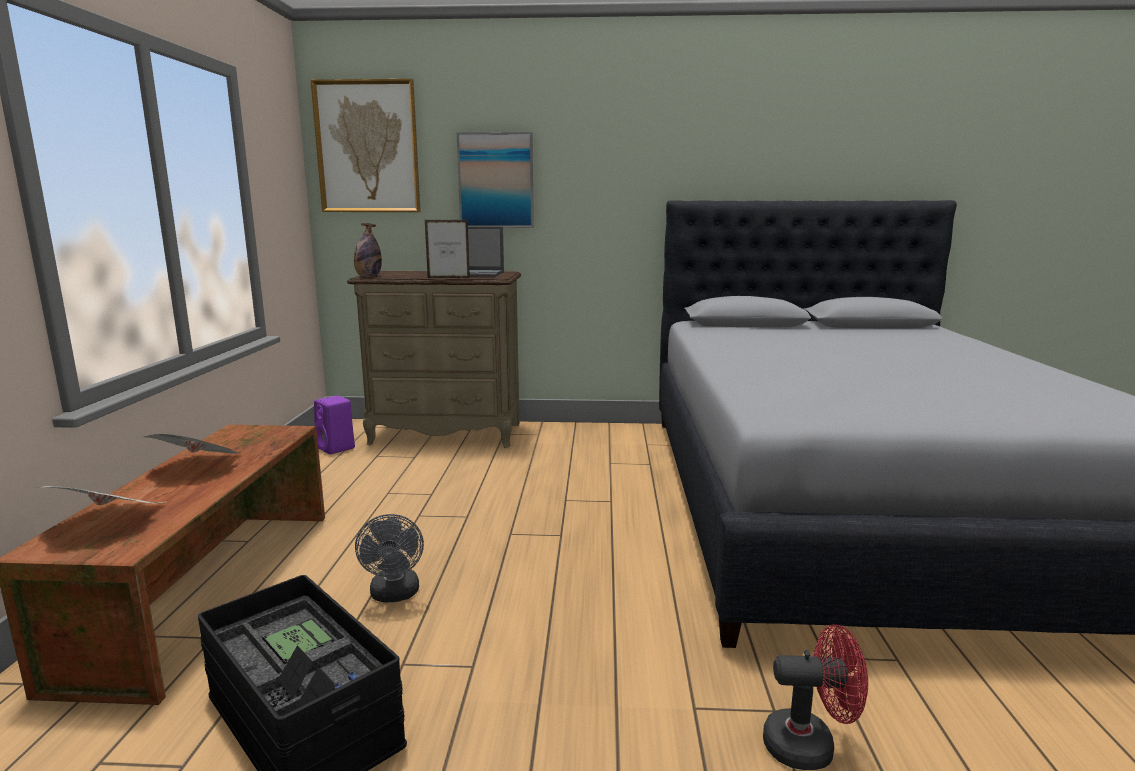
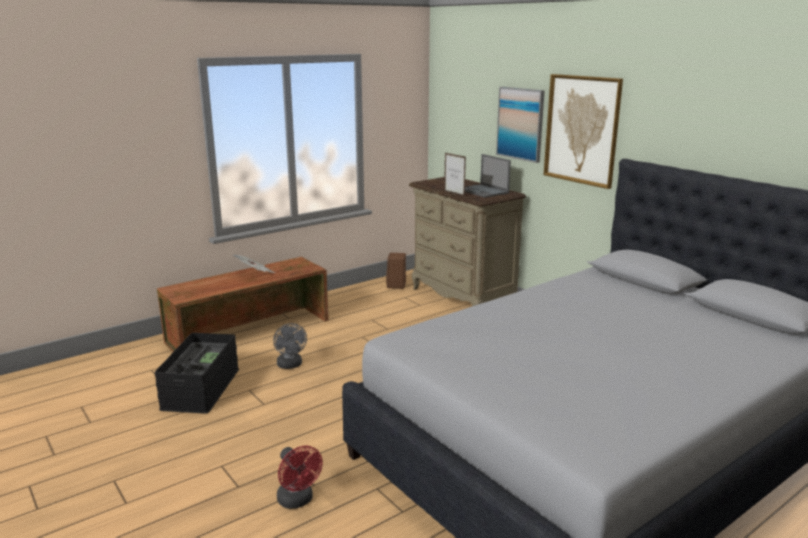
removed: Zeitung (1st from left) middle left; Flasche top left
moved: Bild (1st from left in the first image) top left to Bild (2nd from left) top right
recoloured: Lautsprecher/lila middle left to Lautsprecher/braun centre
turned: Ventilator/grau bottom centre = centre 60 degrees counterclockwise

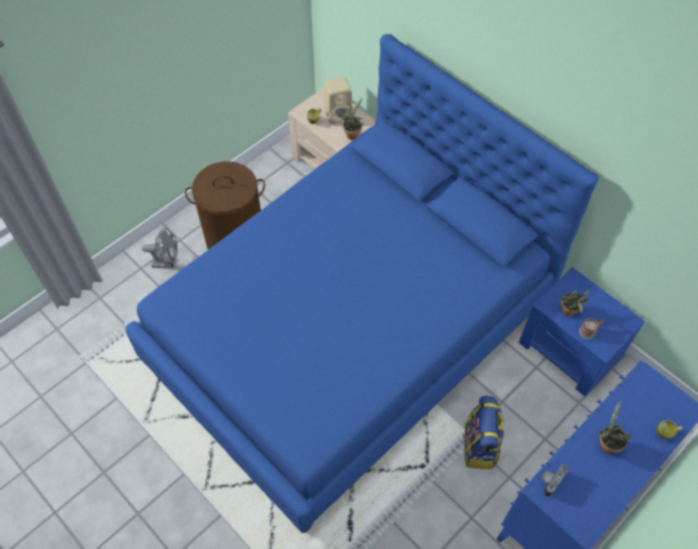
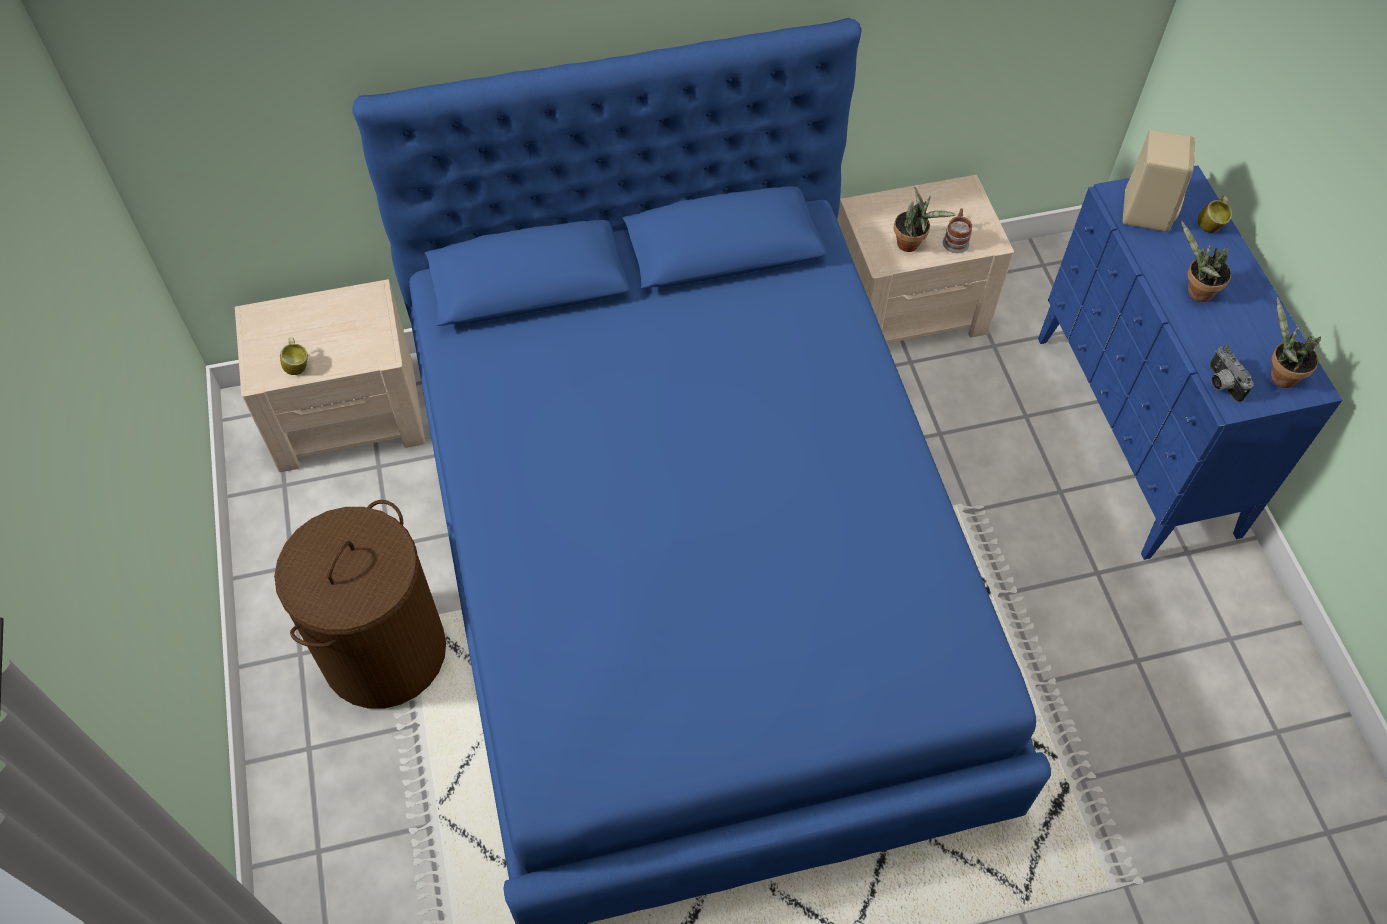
removed: Ventilator/grau middle left; Rucksack bottom right
moved: Lautsprecher/beige top centre to top right; Topfpflanze (1st from left in the first image) top centre to Topfpflanze (3rd from left) middle right
recoloured: Nachttisch/blau middle right to Nachttisch/beige (2nd from left) top right

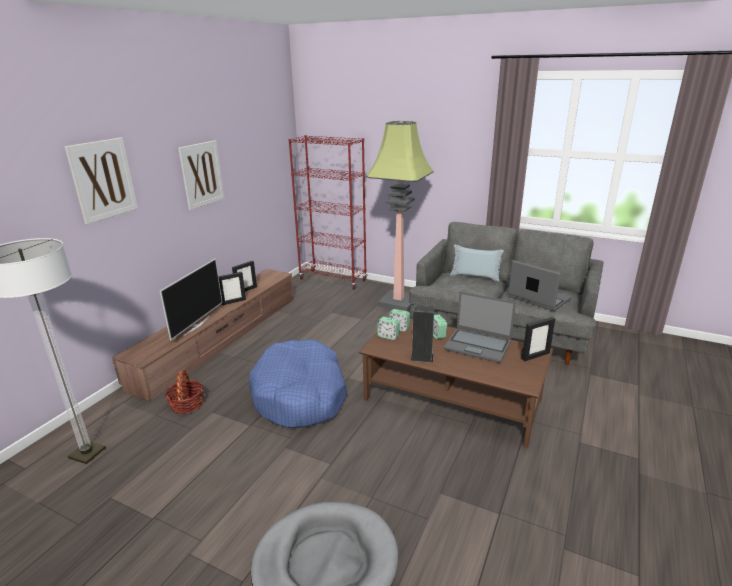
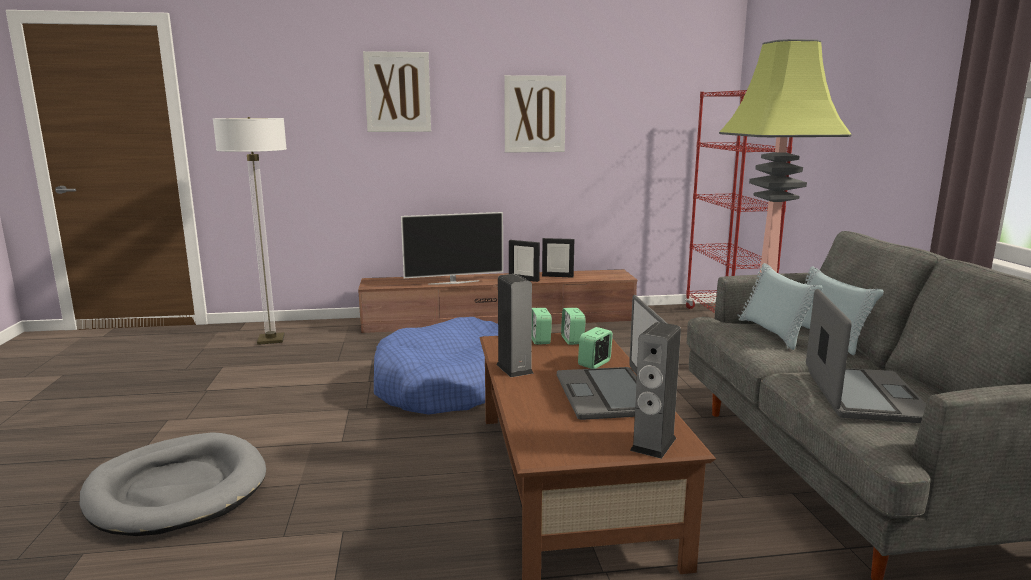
removed: Korb bottom left
added: Kissen/blau (1st from left) middle right
replaced: Bilderrahmen (3rd from left) middle right to Lautsprecher (2nd from left) bottom centre

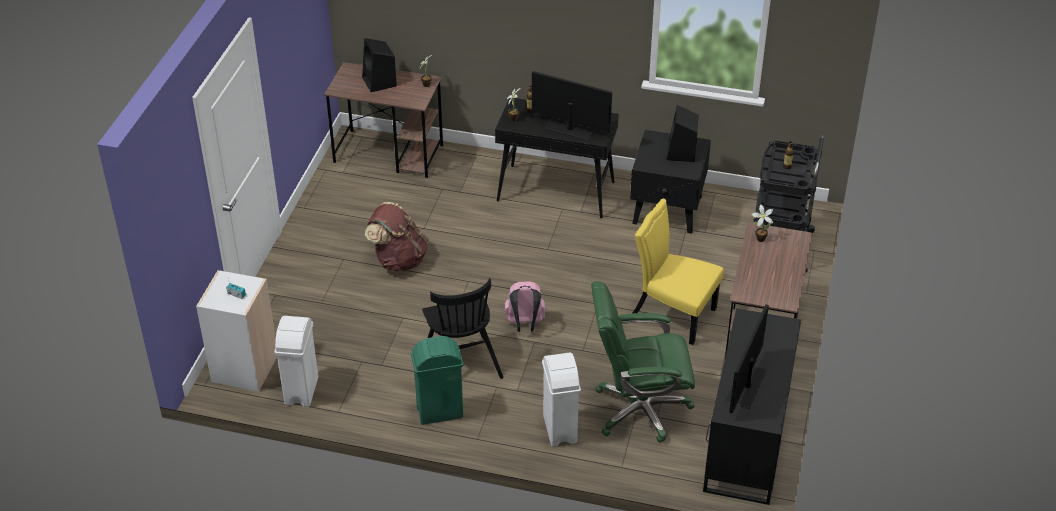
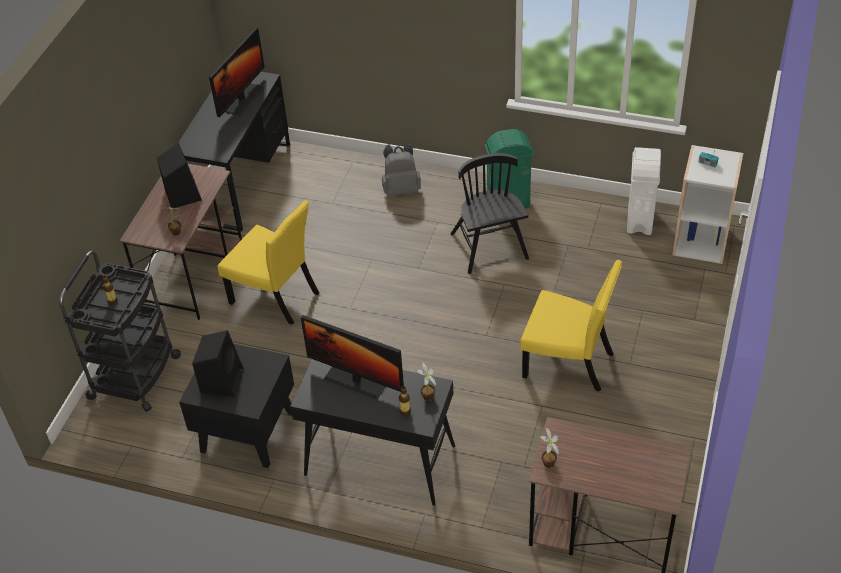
removed: Rucksack/rosa centre; Bürostuhl/grün bottom centre
moved: Lautsprecher/schwarz (1st from left) top centre to top left
replaced: Rucksack/braun centre to Stuhl/gelb (2nd from left) middle right; Mülleimer/weiß (2nd from left) bottom centre to Rucksack/grau top centre

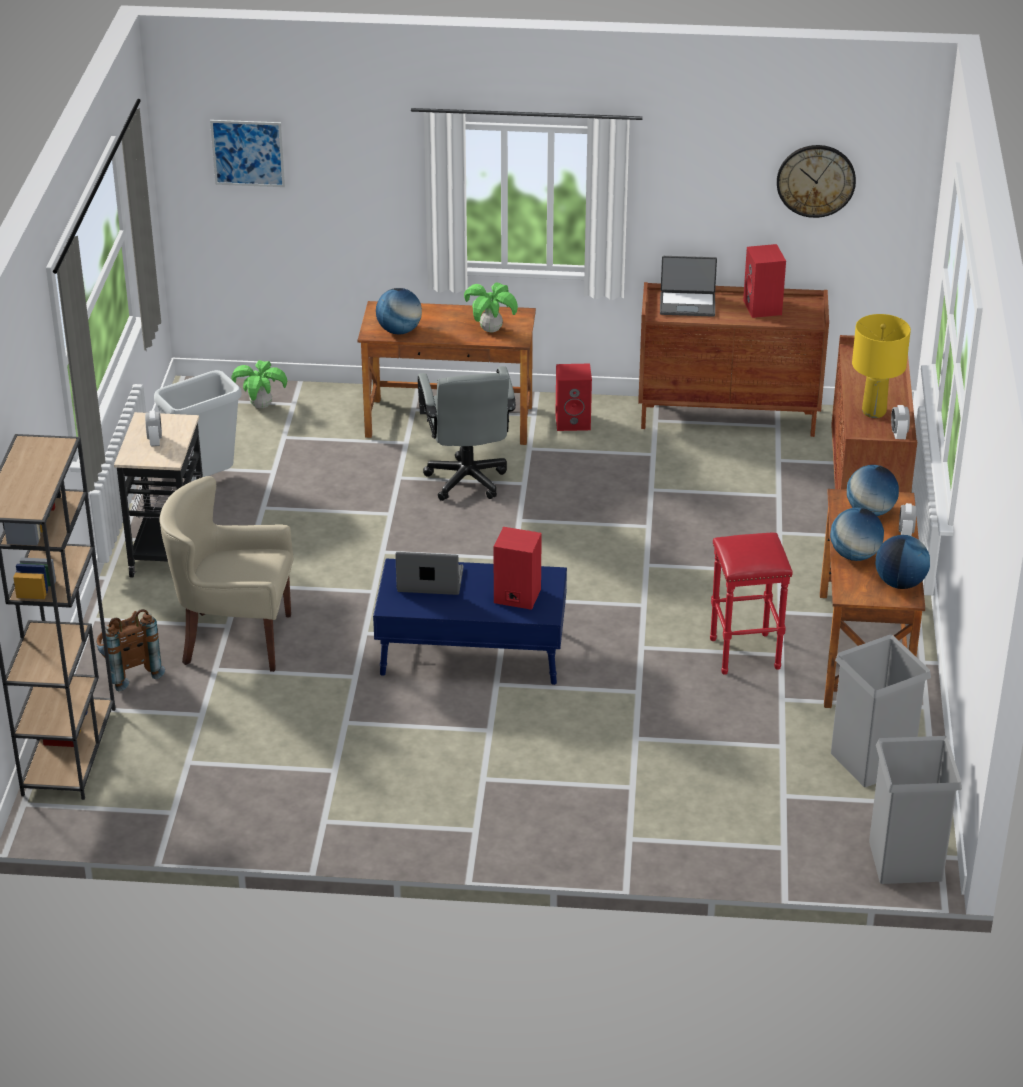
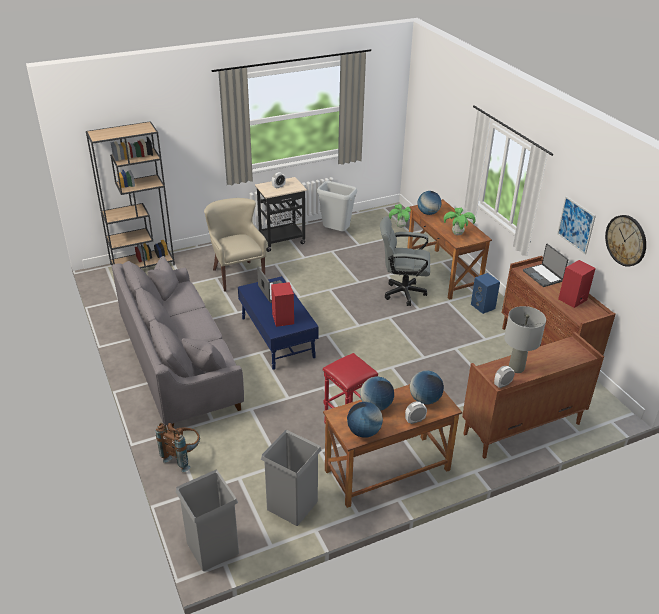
added: Sofa/grau middle left
moved: Rucksack/braun middle left to bottom left; Bild top left to middle right
recoloured: Lautsprecher/rot (2nd from left) centre to Lautsprecher/blau middle right; Tischlampe/gelb middle right to Tischlampe/grau middle right
turned: Bürostuhl/grau centre = centre 45 degrees clockwise

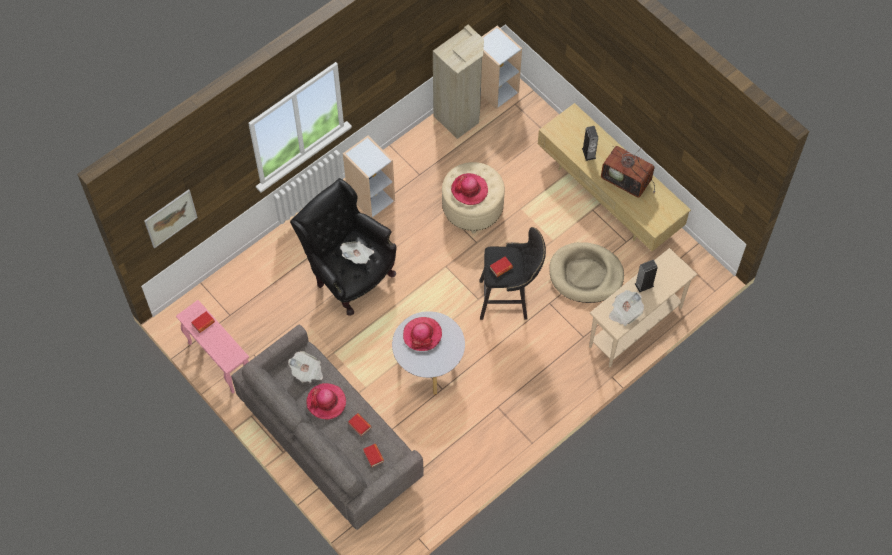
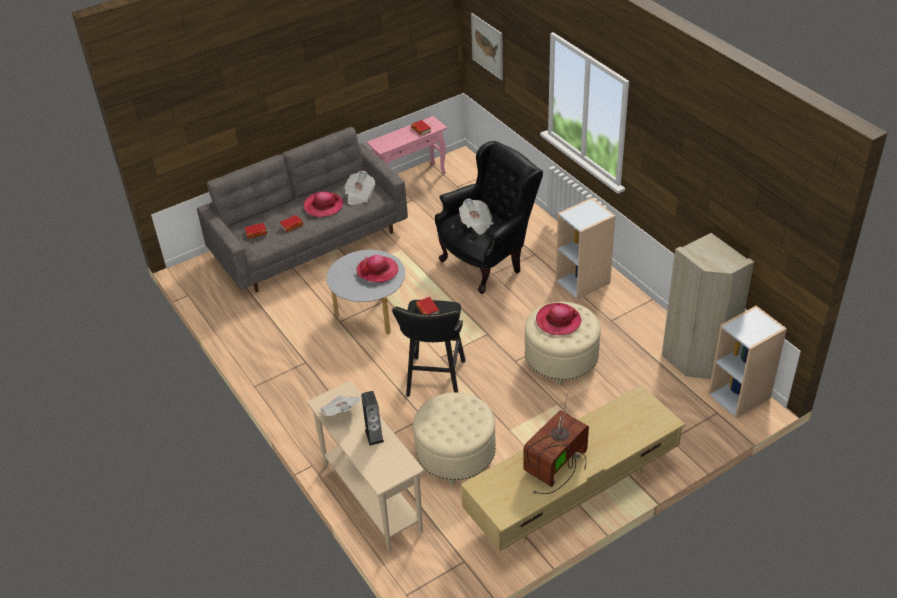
removed: Lautsprecher (1st from left) top centre
replaced: Hundebett/beige centre to Polsterhocker/beige (1st from left) bottom centre

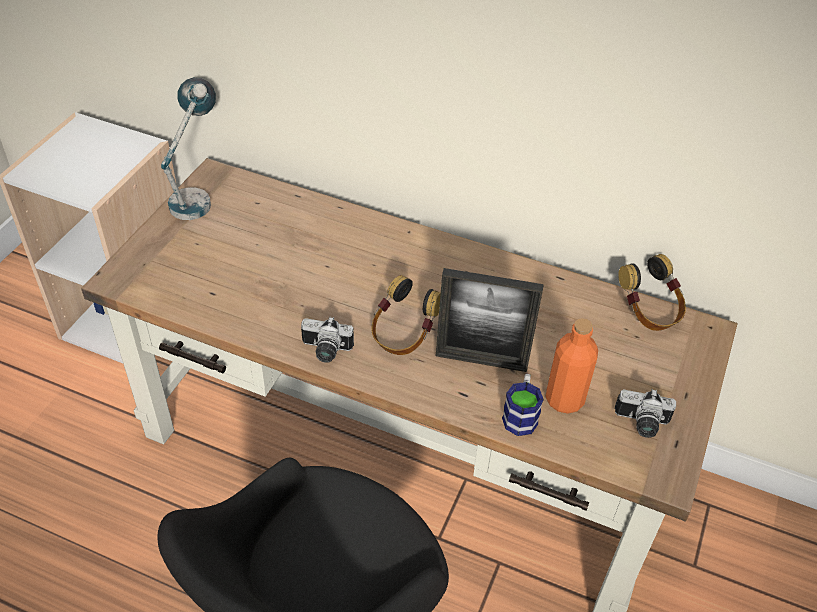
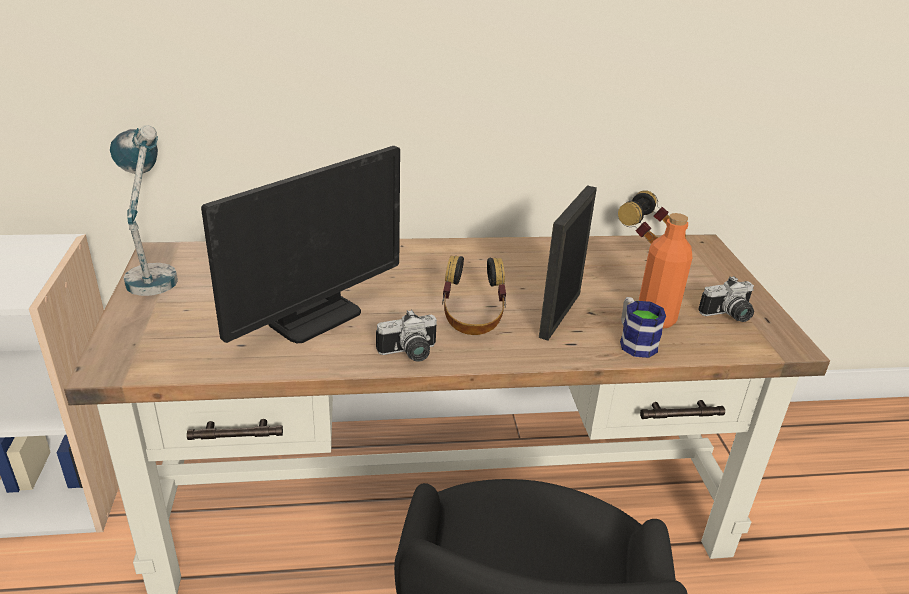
added: Monitor middle left
turned: Bilderrahmen centre = centre 135 degrees clockwise

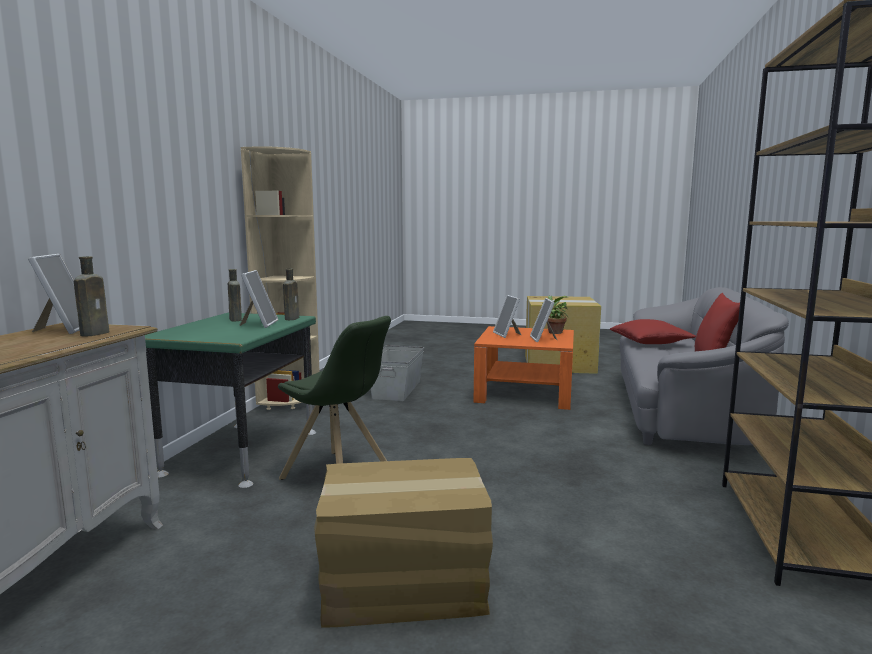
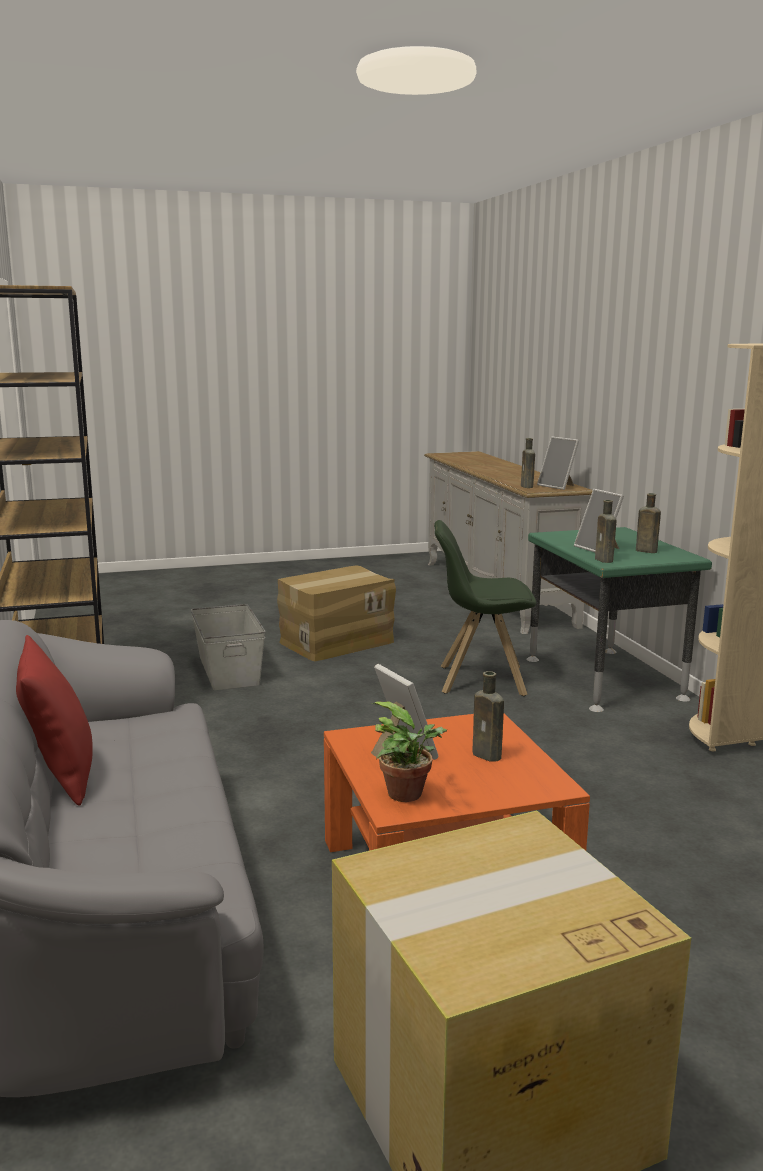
removed: Kissen/rot (1st from left) middle right
moved: Aufbewahrungsbox/grau centre to middle left
replaced: Bilderrahmen (3rd from left) centre to Flasche/braun (1st from left) centre

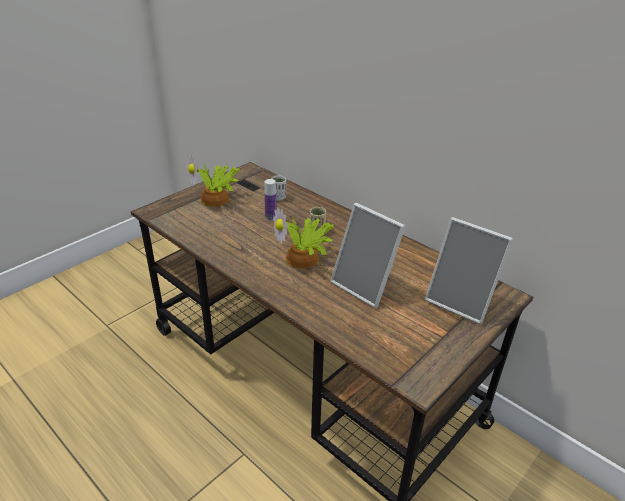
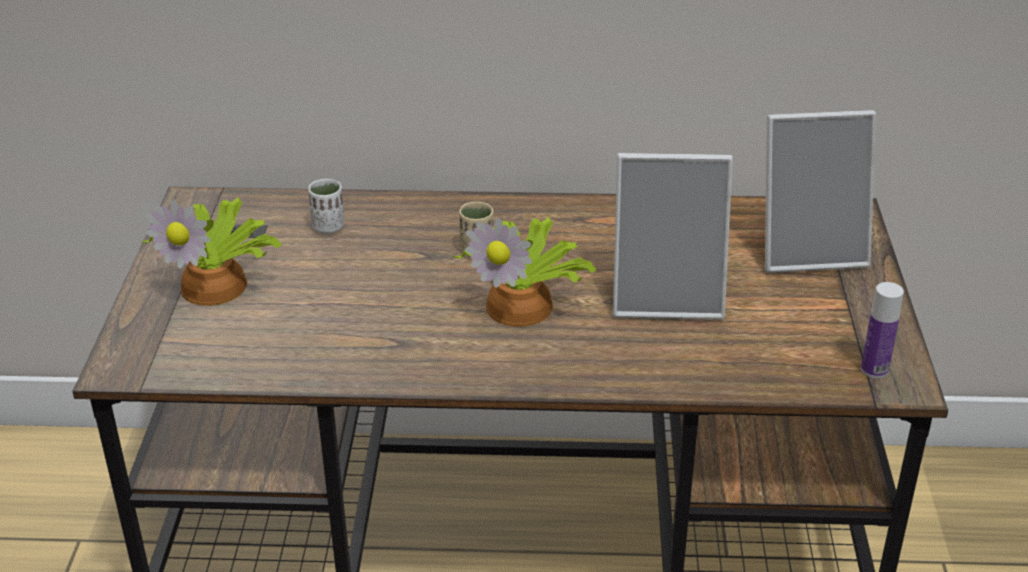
moved: Flasche centre to middle right

